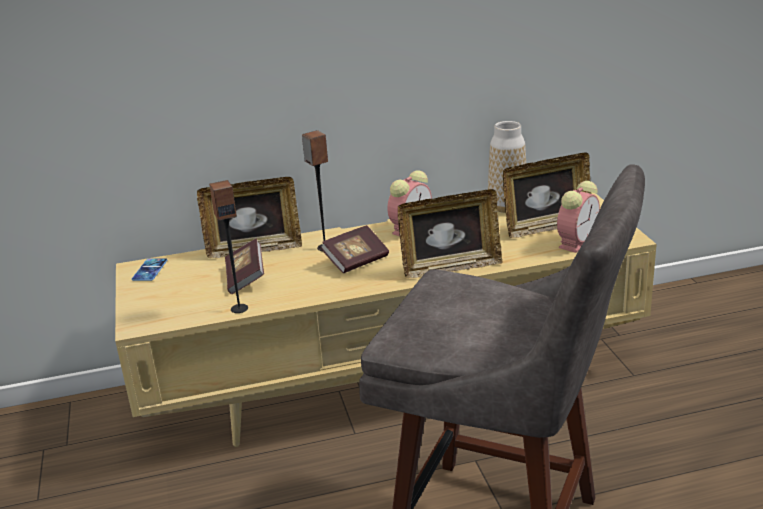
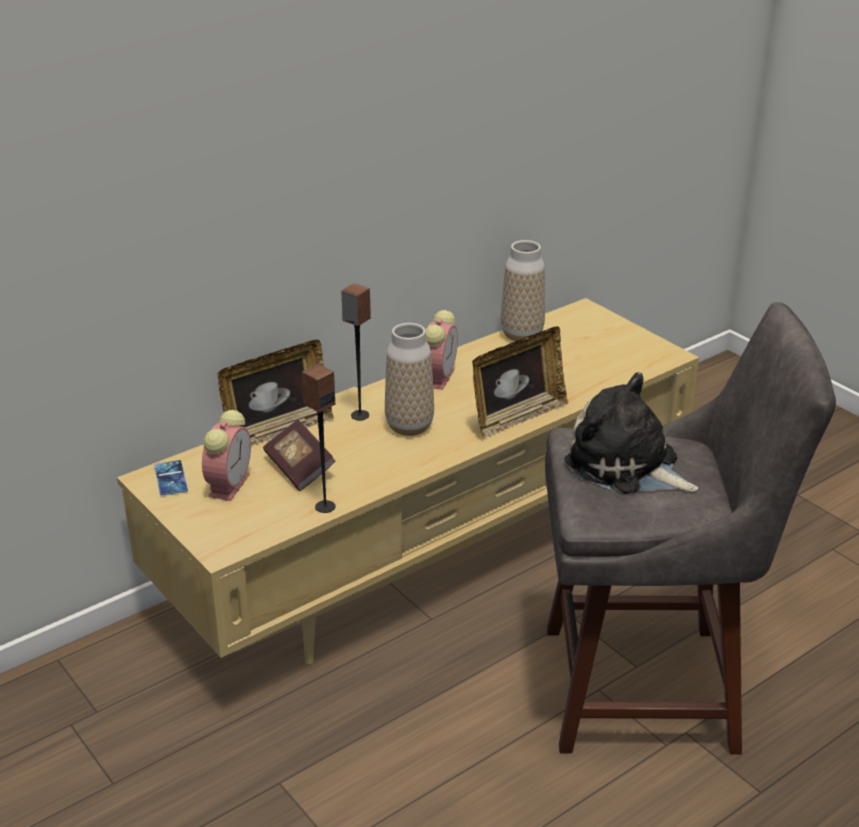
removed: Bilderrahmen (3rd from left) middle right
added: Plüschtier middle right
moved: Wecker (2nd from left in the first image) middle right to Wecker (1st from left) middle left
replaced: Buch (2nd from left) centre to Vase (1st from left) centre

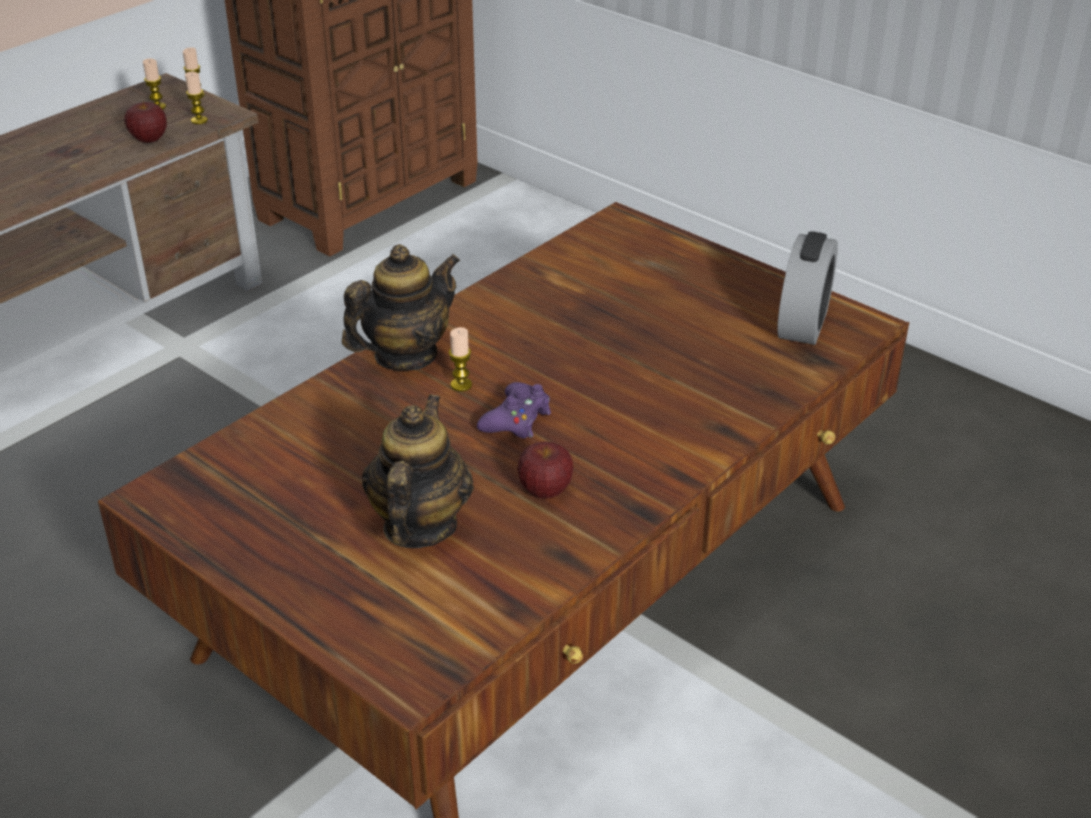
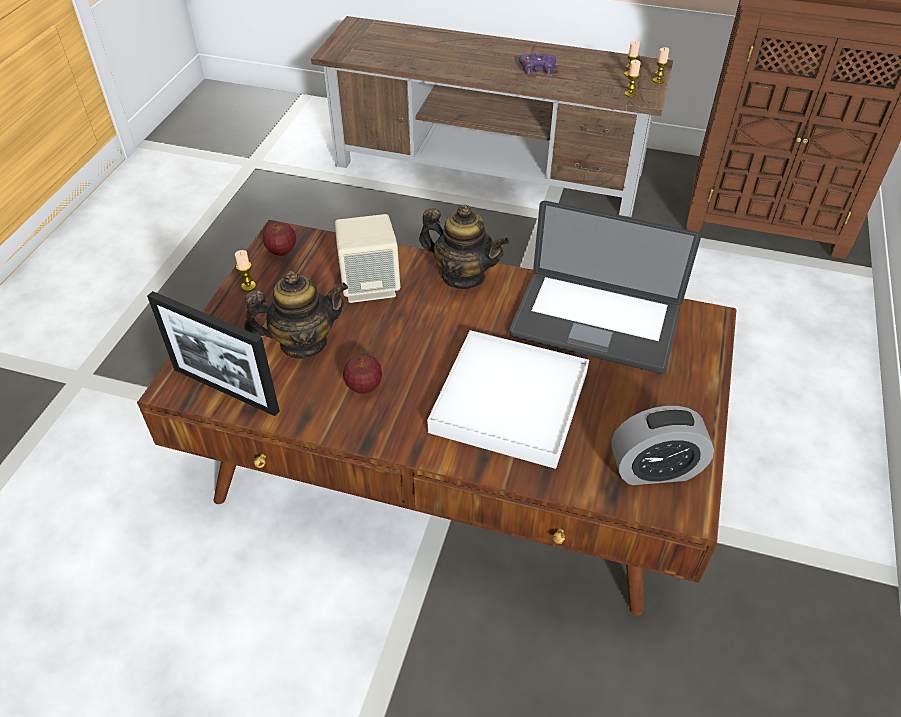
added: Bilderrahmen middle left; Lautsprecher/beige centre; Tablett/weiß centre; Laptop middle right
moved: Apfel (1st from left) top left to middle left; Kerze (4th from left in the first image) centre to Kerze (1st from left) middle left; Gamepad/lila centre to top centre

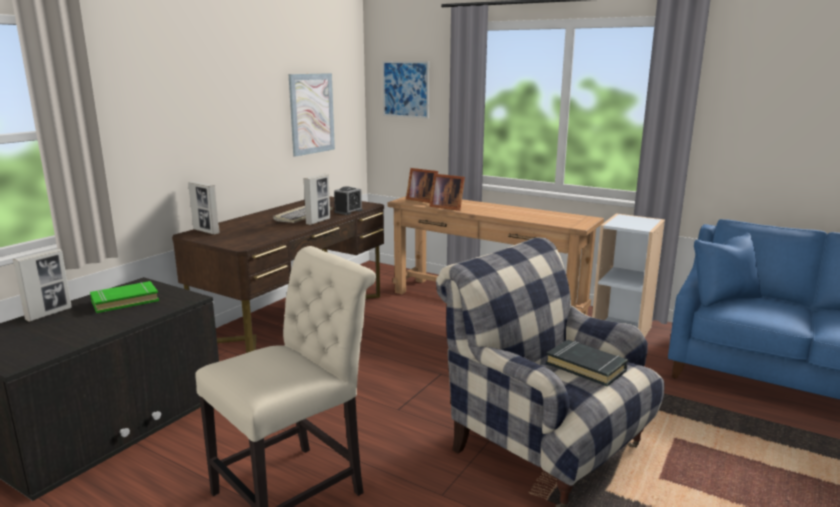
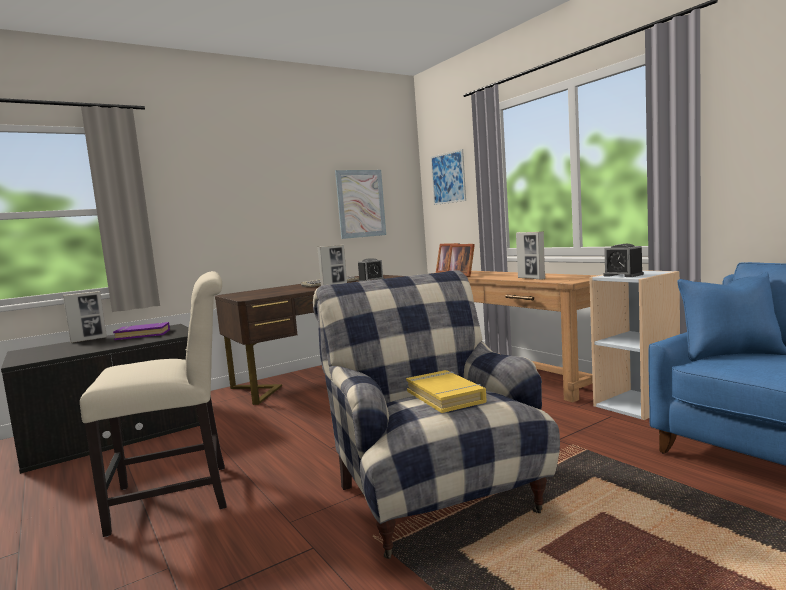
added: Wecker (2nd from left) middle right
moved: Bilderrahmen (2nd from left in the first image) middle left to Bilderrahmen (5th from left) middle right
recoloured: Buch/grün middle left to Buch/lila middle left; Buch/schwarz bottom right to Buch/gelb centre

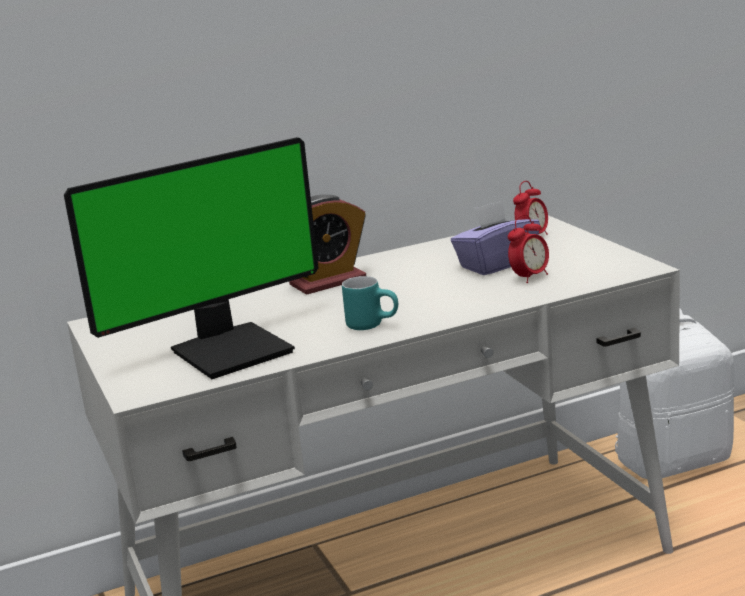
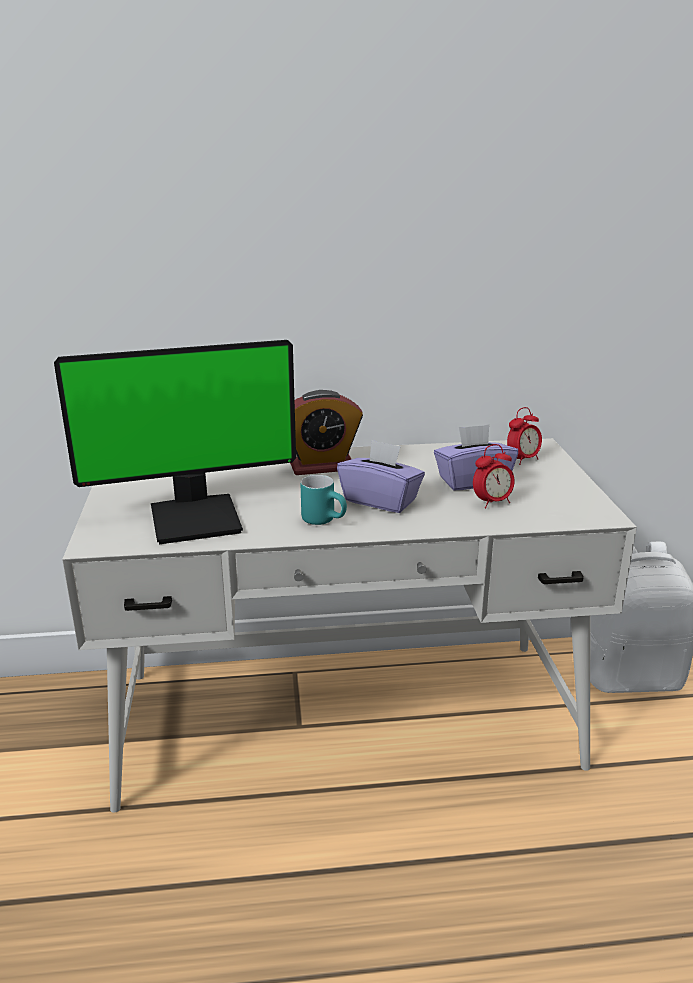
added: Taschentuchbox/lila (1st from left) centre

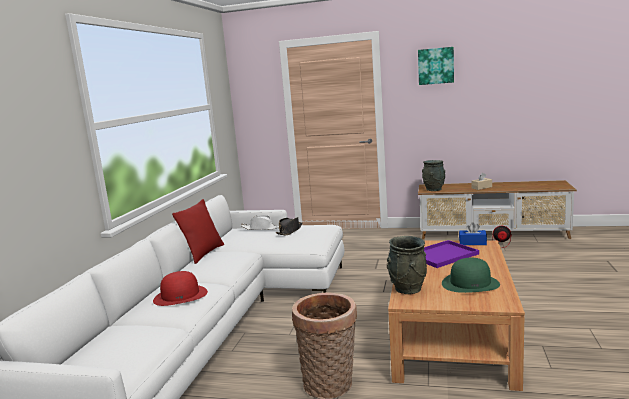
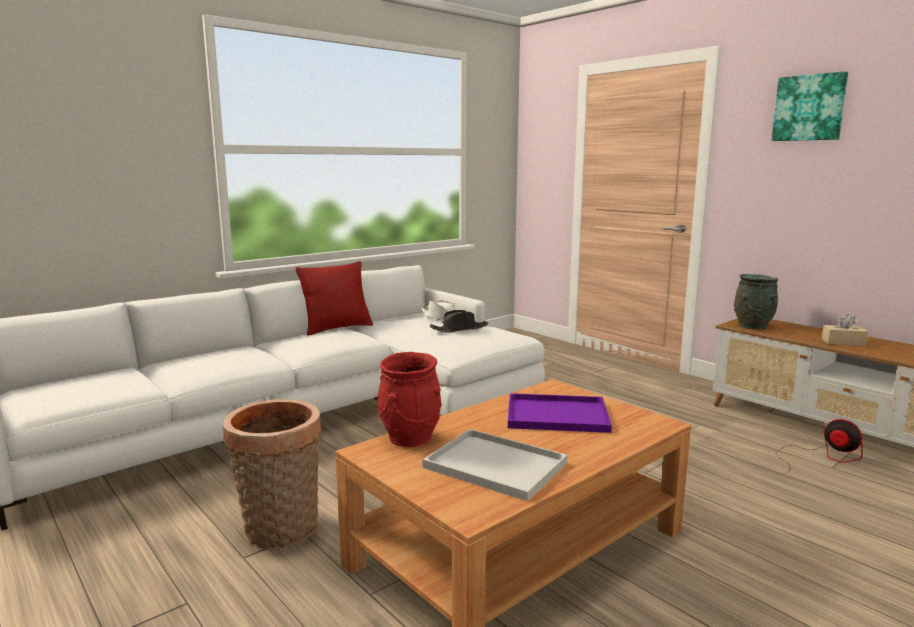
removed: Hut/rot bottom left; Taschentuchbox/blau middle right
replaced: Hut/grün bottom right to Tablett/weiß bottom centre
recoloured: Vase/grau (1st from left) centre to Vase/rot centre

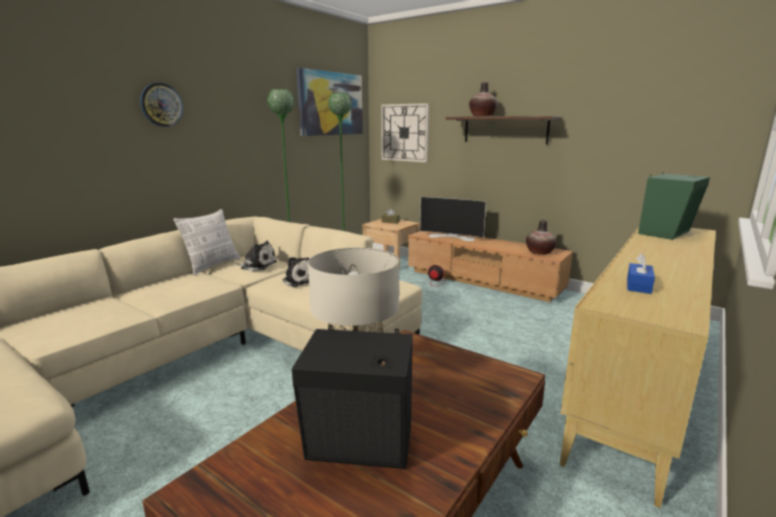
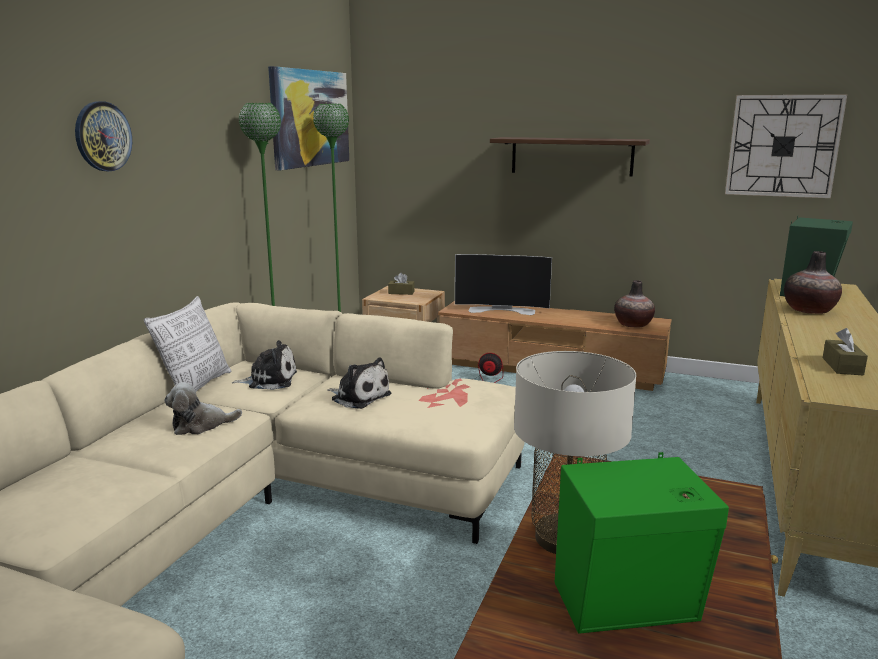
added: Plüschtier (1st from left) middle left
moved: Wanduhr (2nd from left) top centre to top right; Vase (1st from left in the first image) top centre to Vase (2nd from left) middle right
recoloured: Lautsprecher/schwarz bottom centre to Lautsprecher/grün (1st from left) bottom right; Taschentuchbox/blau middle right to Taschentuchbox/braun (2nd from left) middle right

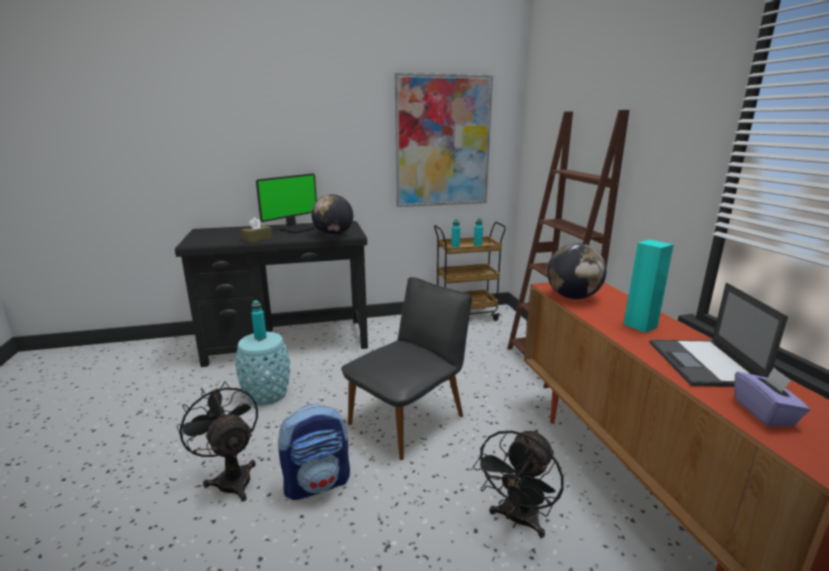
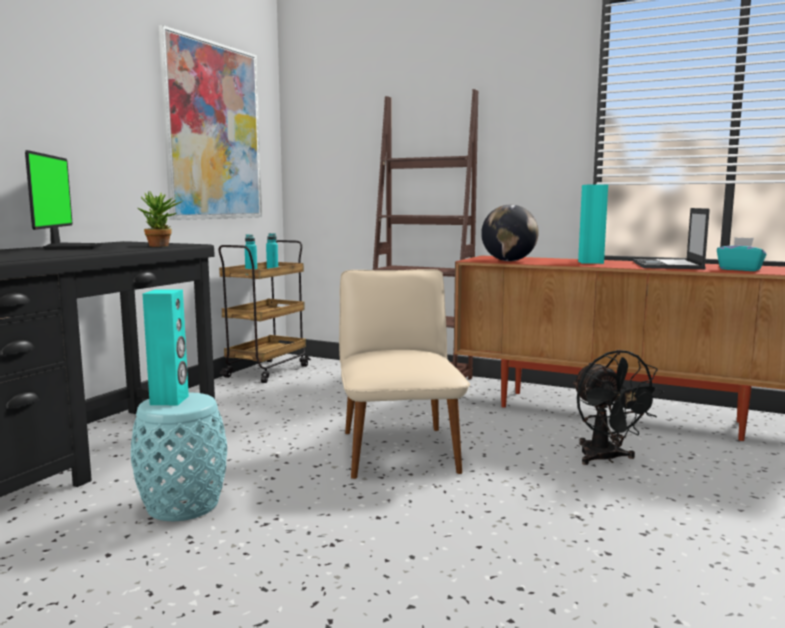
removed: Ventilator/schwarz (1st from left) bottom left; Taschentuchbox/braun middle left; Rucksack bottom centre
replaced: Flasche/türkis (1st from left) middle left to Lautsprecher/türkis (1st from left) middle left; Globus (1st from left) centre to Topfpflanze middle left
recoloured: Stuhl/schwarz centre to Stuhl/beige centre; Taschentuchbox/lila bottom right to Taschentuchbox/türkis middle right
turned: Laptop middle right = middle right 60 degrees clockwise

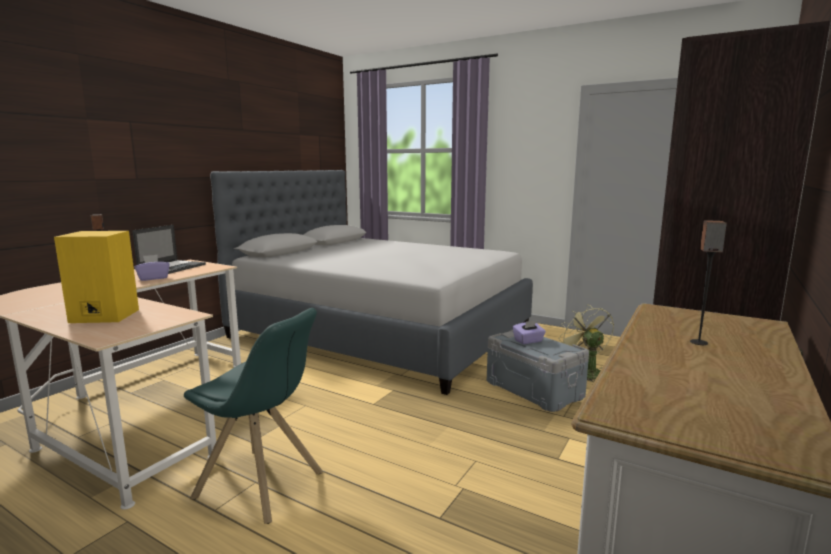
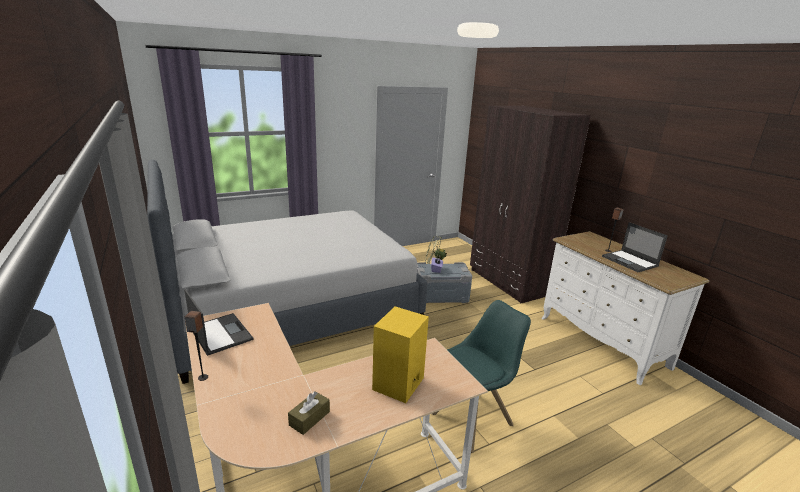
removed: Taschentuchbox/lila (1st from left) middle left
added: Taschentuchbox/braun bottom centre; Laptop (2nd from left) middle right

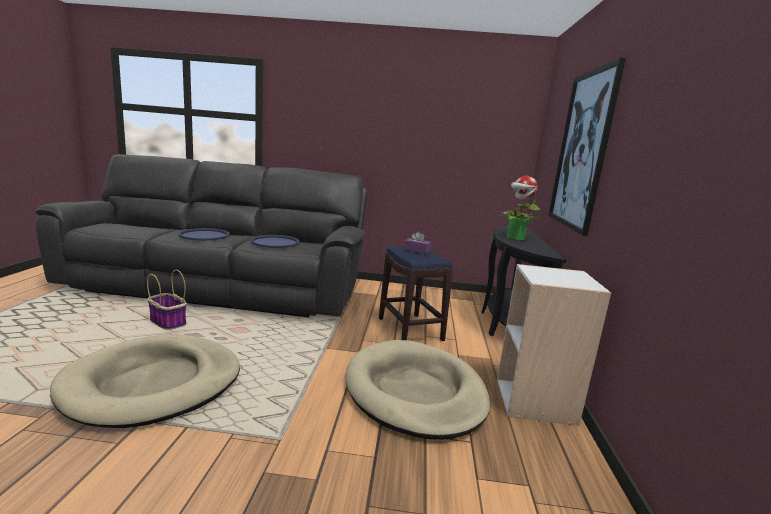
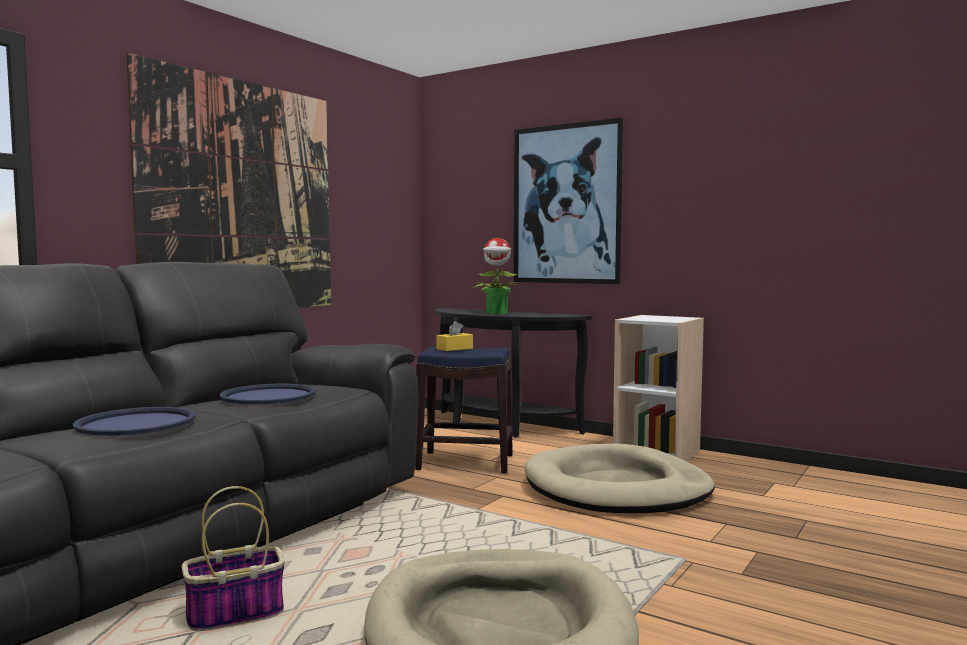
added: Bild (1st from left) top left
recoloured: Taschentuchbox/lila centre to Taschentuchbox/gelb centre

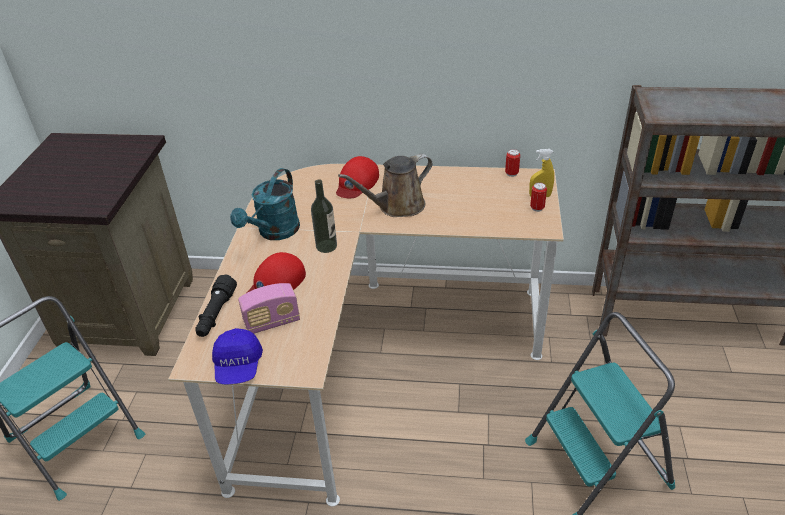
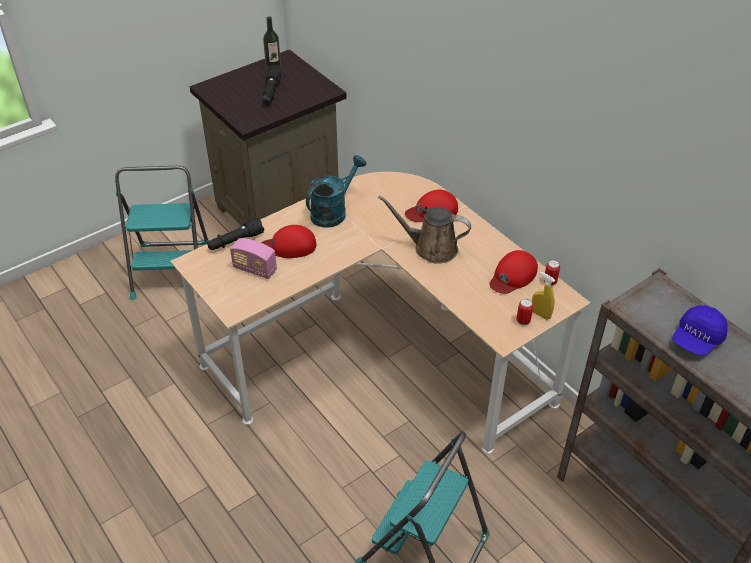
added: Taschenlampe/schwarz (2nd from left) top centre; Kappe/rot (3rd from left) middle right
moved: Kappe/blau bottom left to middle right; Flasche centre to top centre
turned: Gießkanne/türkis centre = centre 150 degrees clockwise

